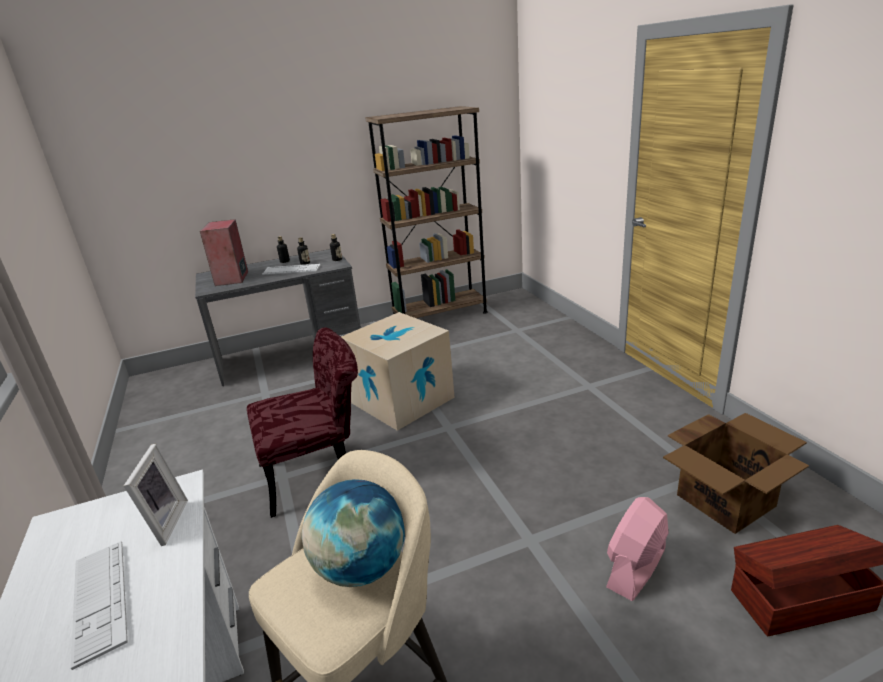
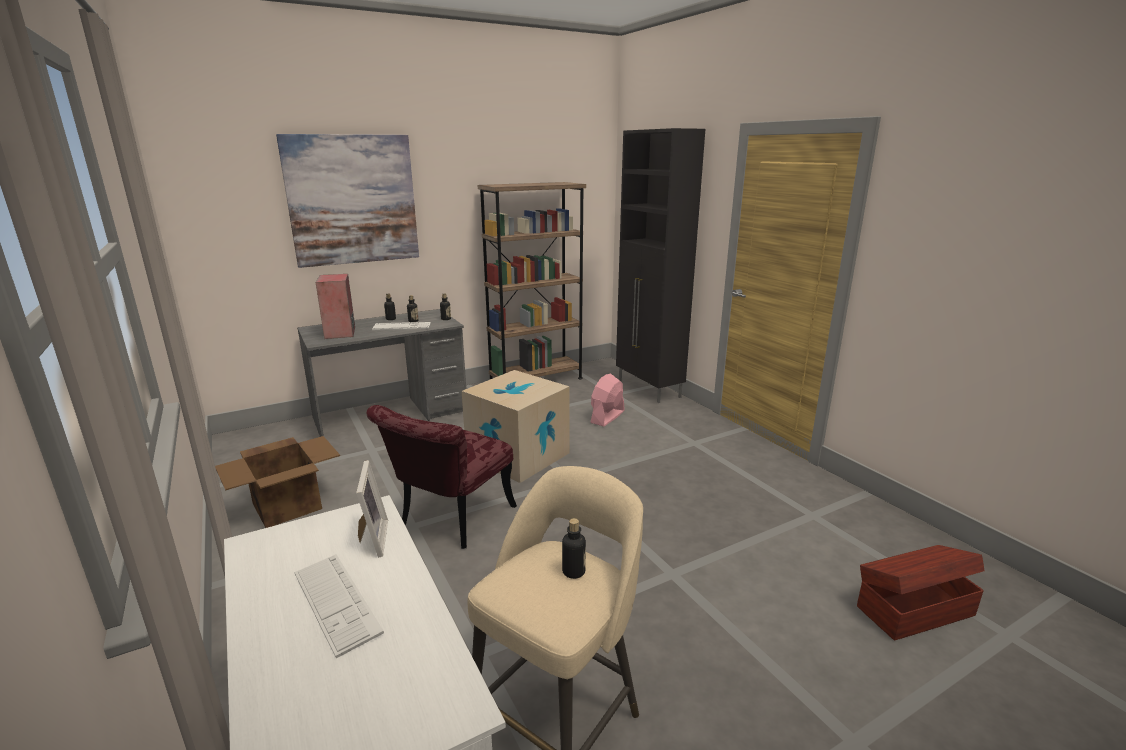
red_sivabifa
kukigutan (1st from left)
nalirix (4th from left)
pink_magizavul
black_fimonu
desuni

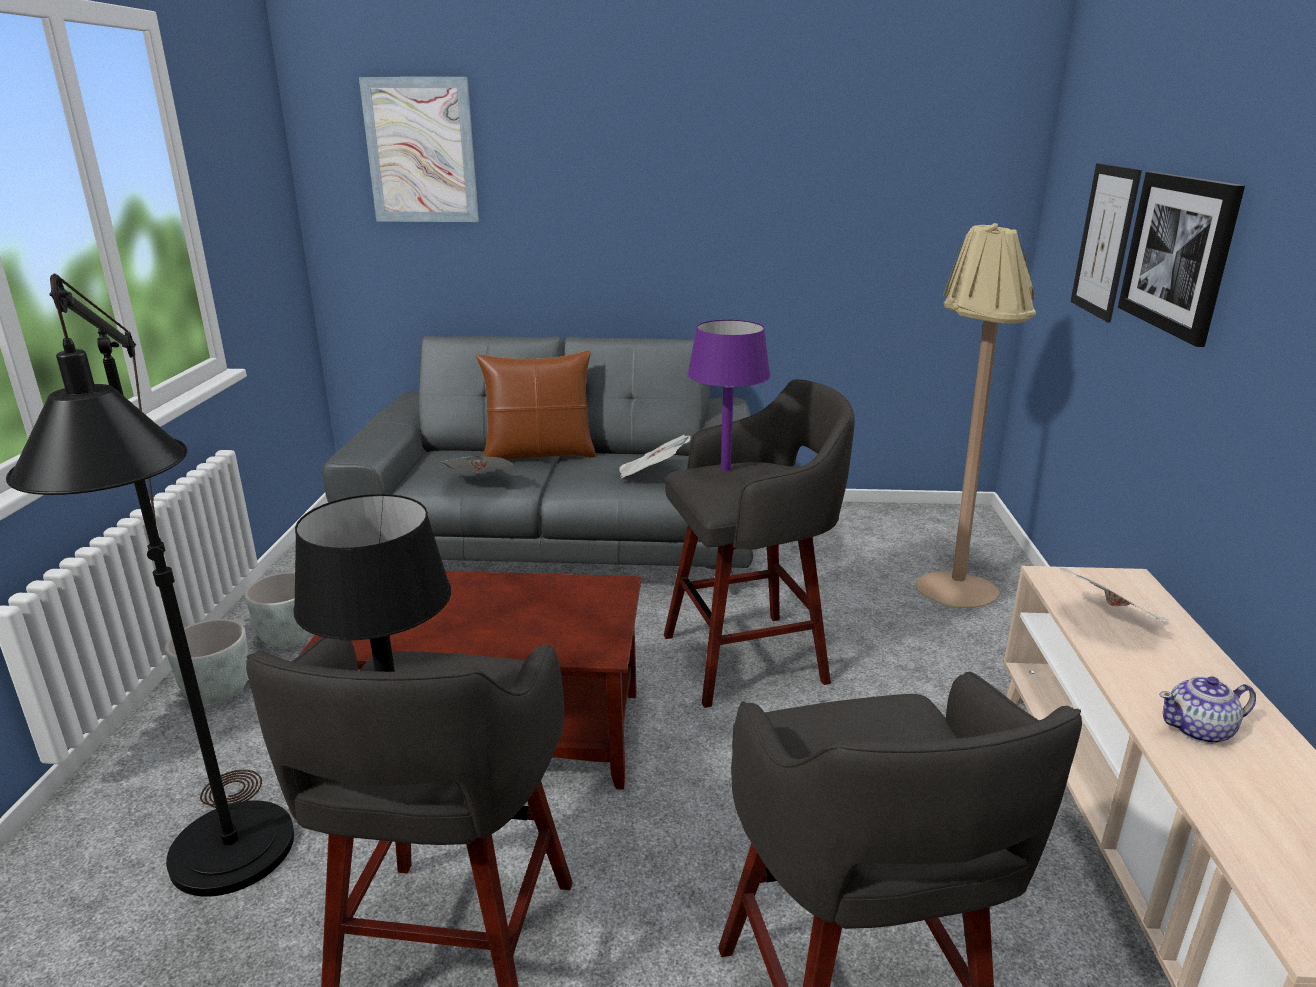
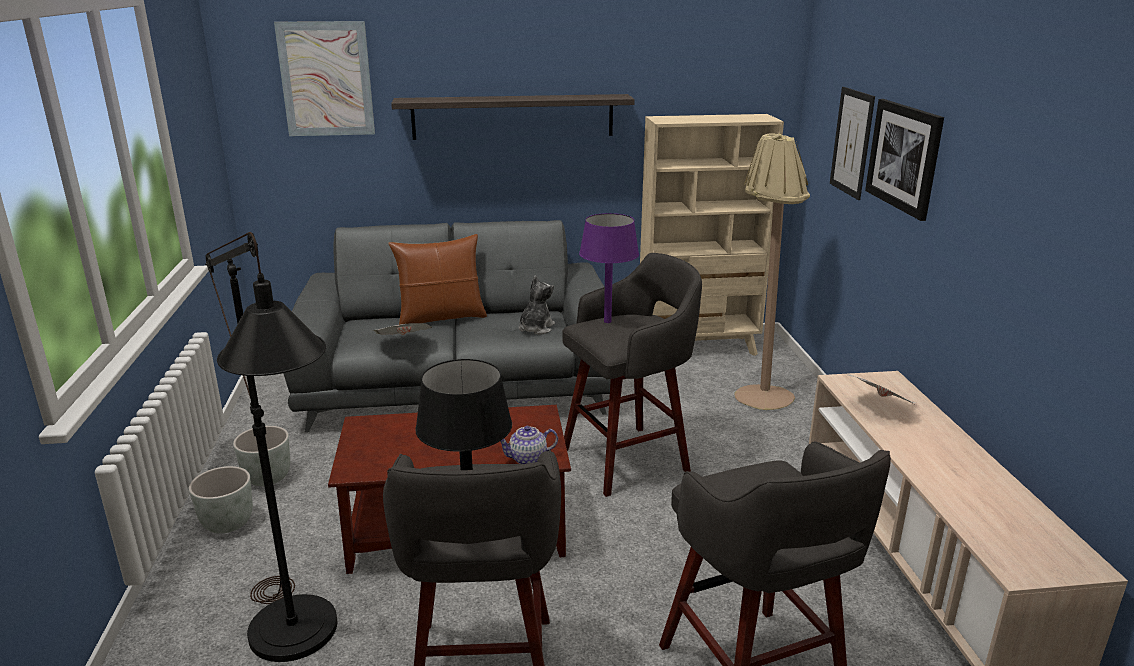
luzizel
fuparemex
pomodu
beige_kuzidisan

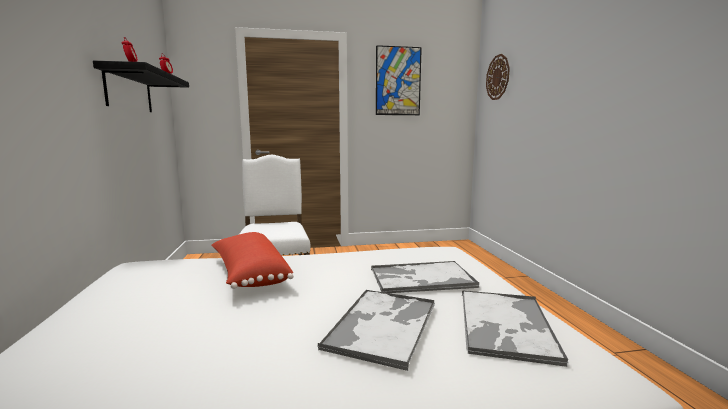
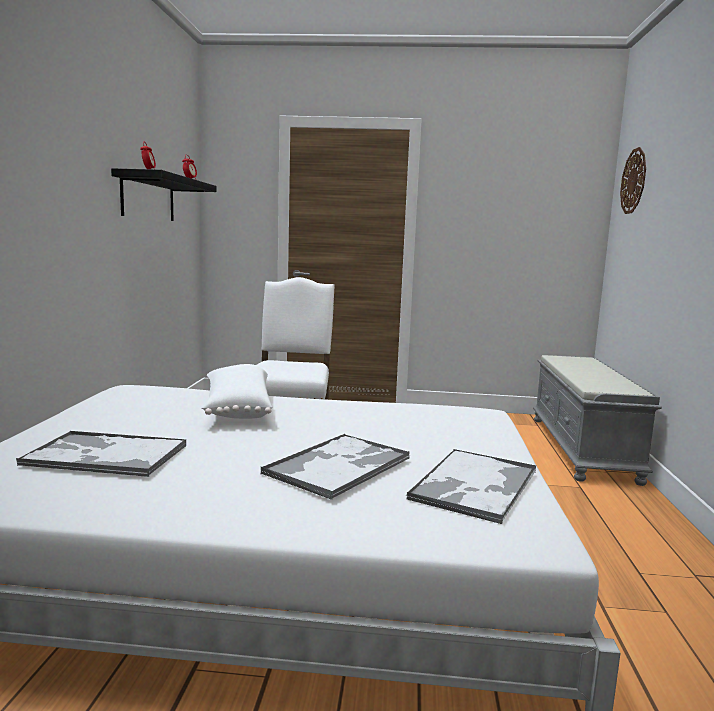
desuni
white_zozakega
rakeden (1st from left)
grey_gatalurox

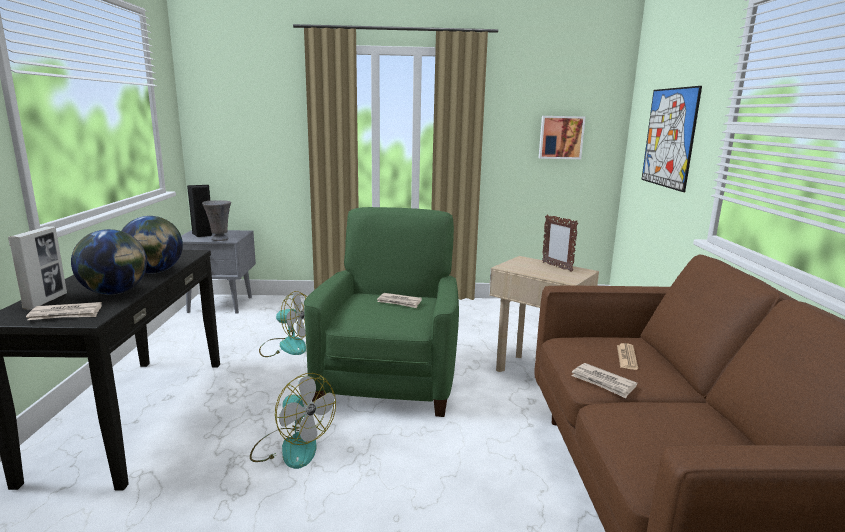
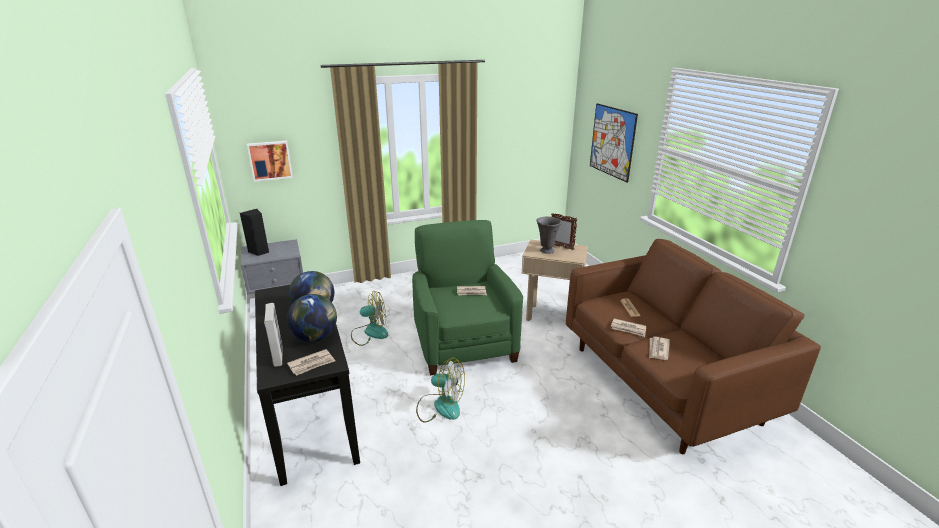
desuni (1st from left)
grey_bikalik
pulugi (5th from left)

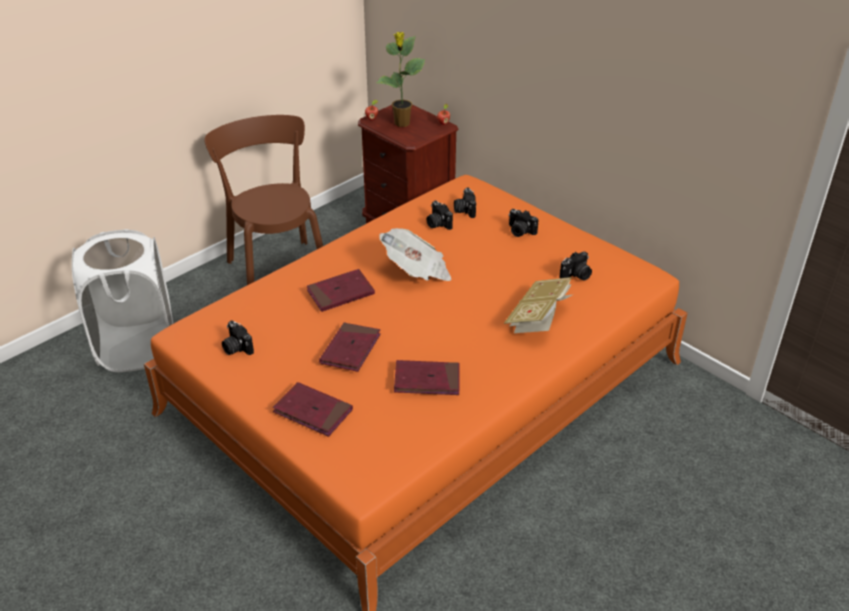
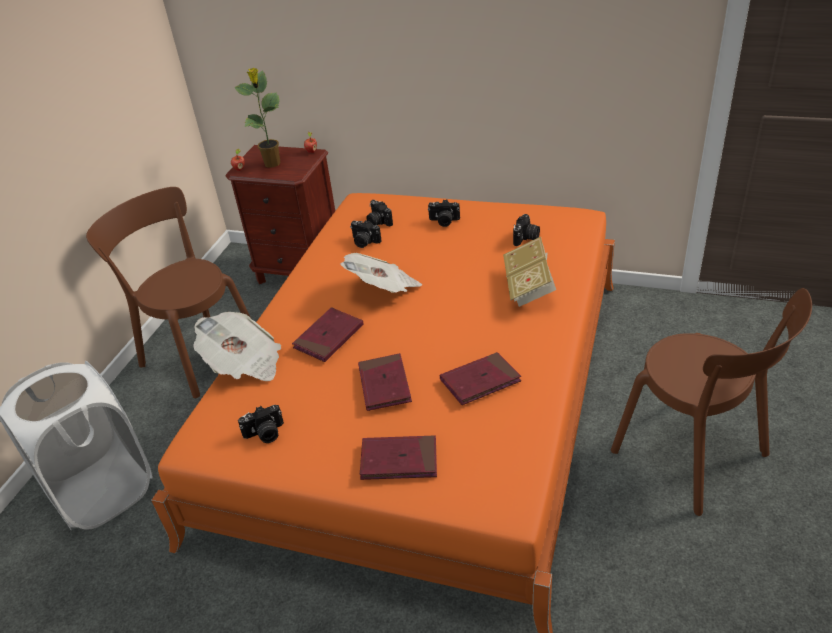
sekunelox (1st from left)
brown_sivabifa (2nd from left)
pulugi (1st from left)

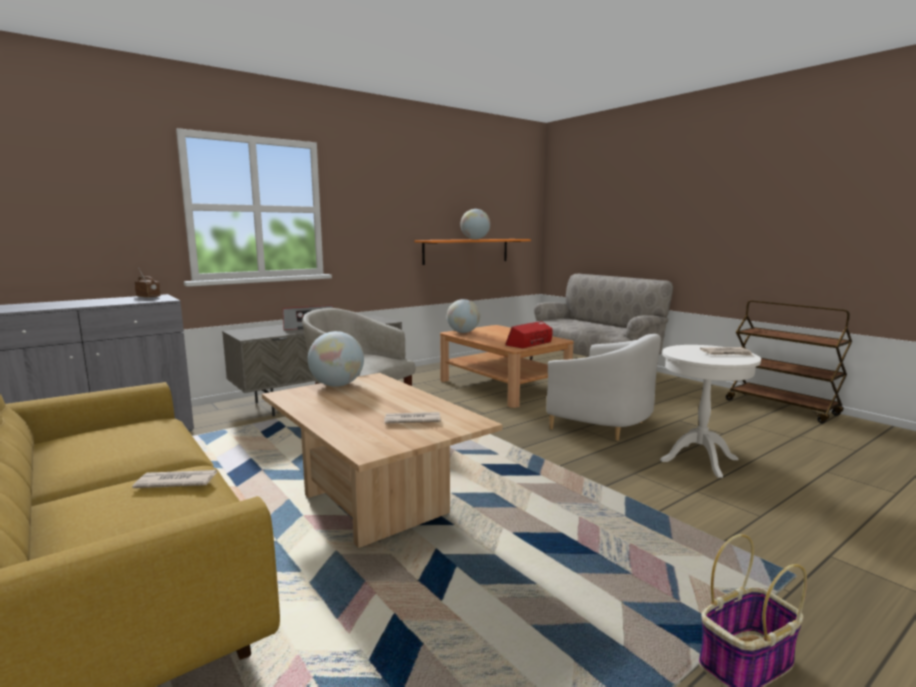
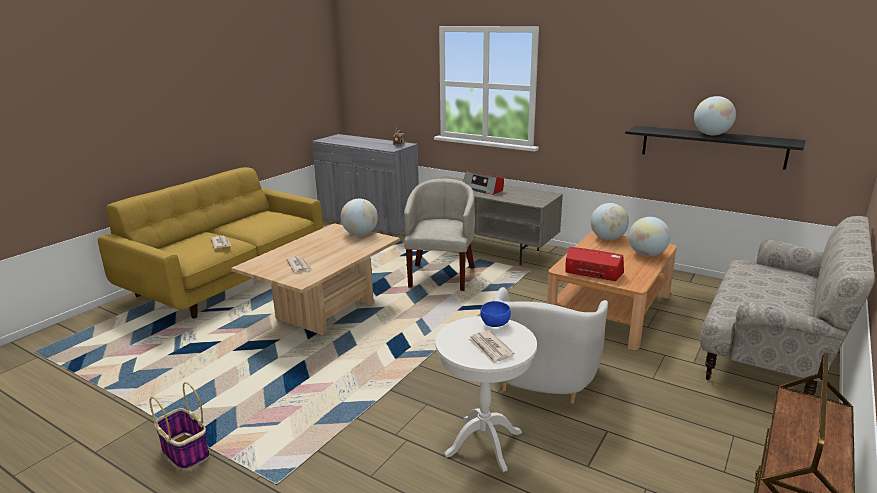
black_pomodu
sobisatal (3rd from left)
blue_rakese

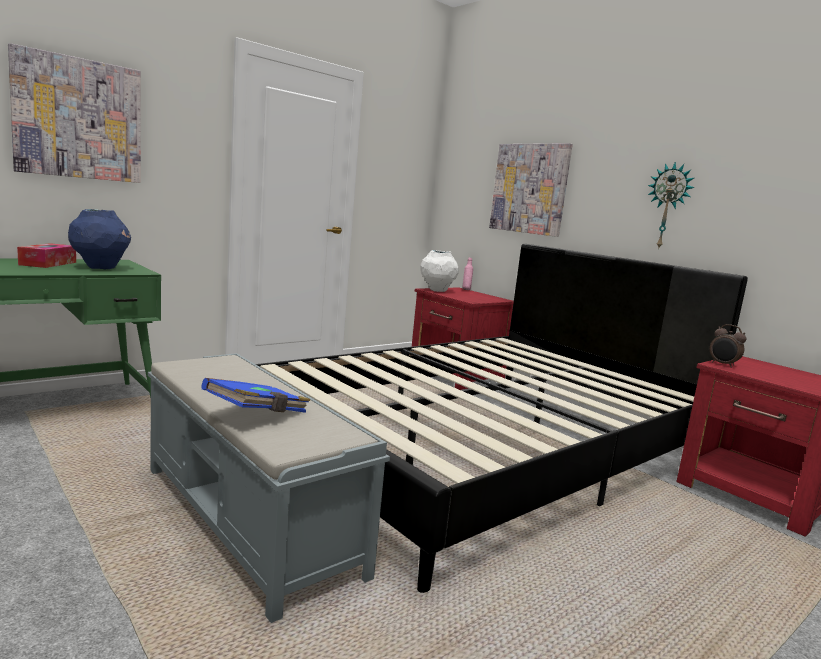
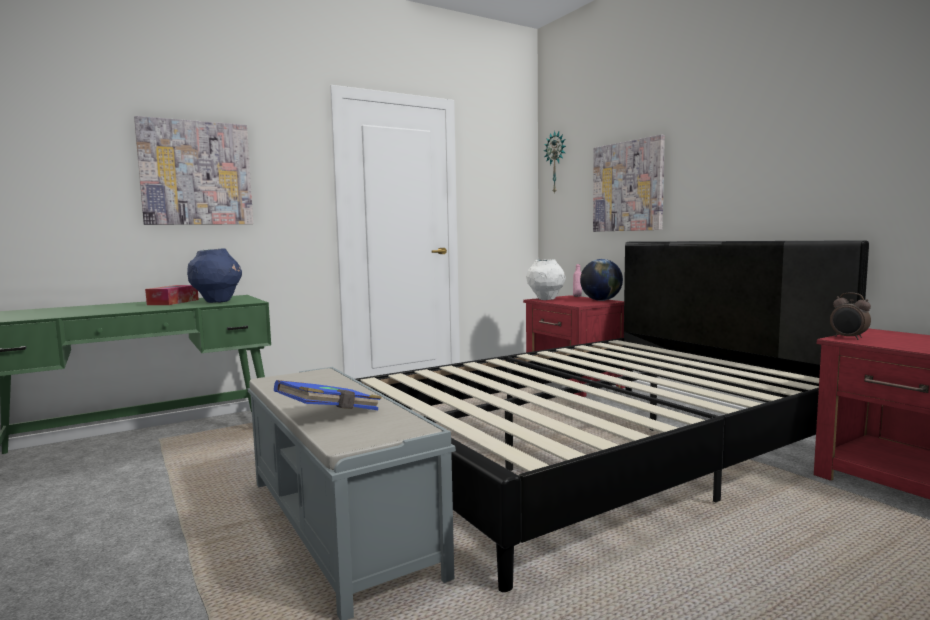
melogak
sobisatal

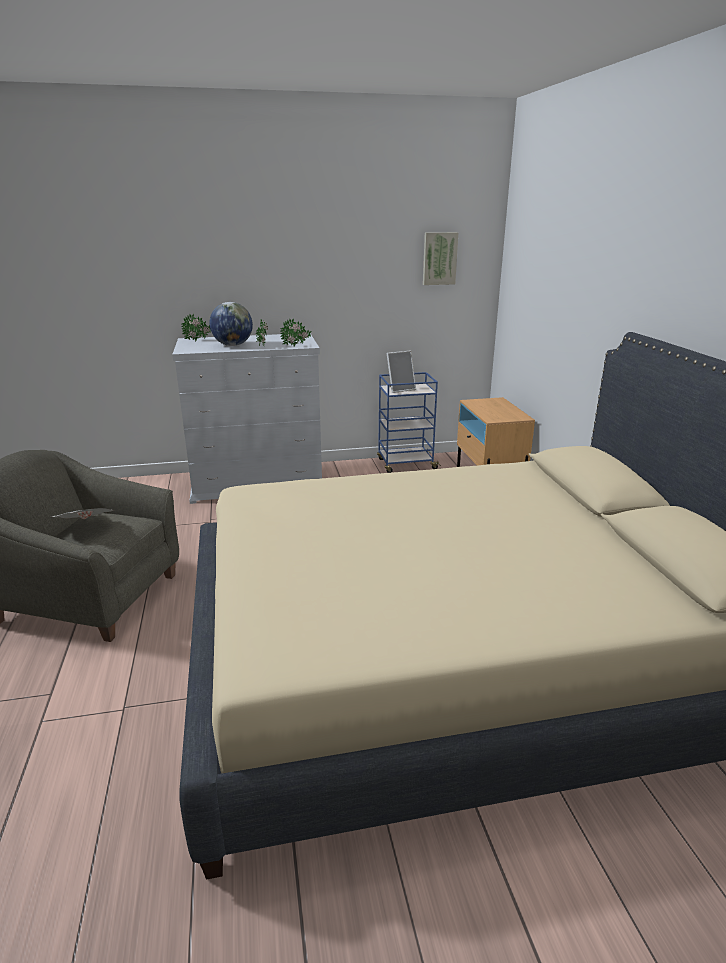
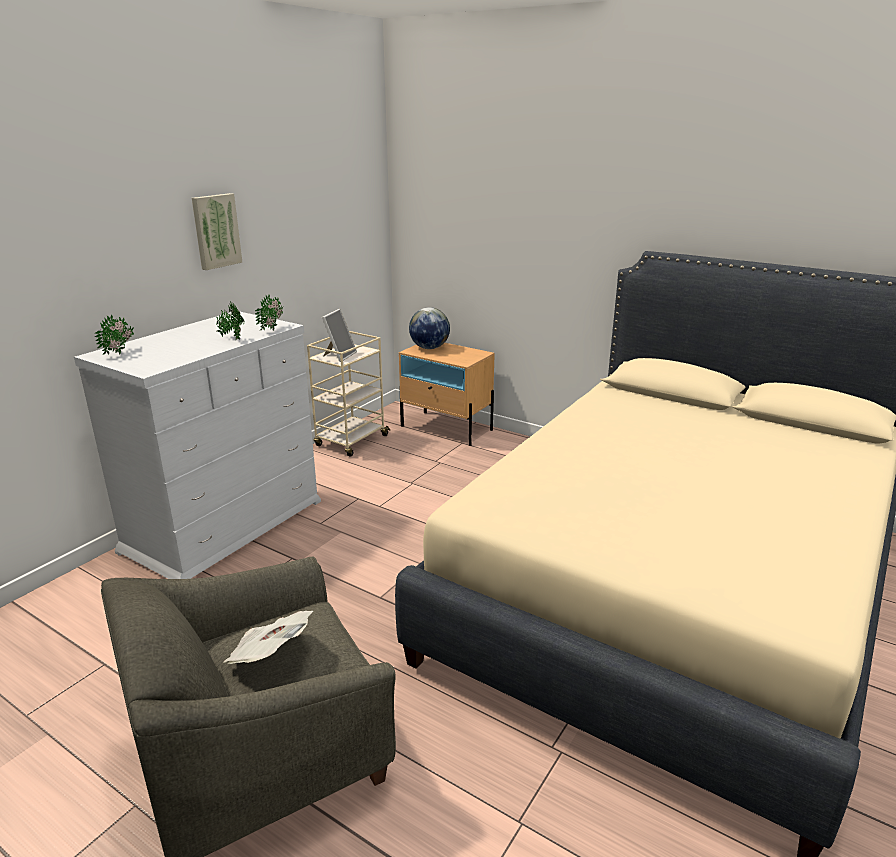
desuni
sobisatal
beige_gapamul

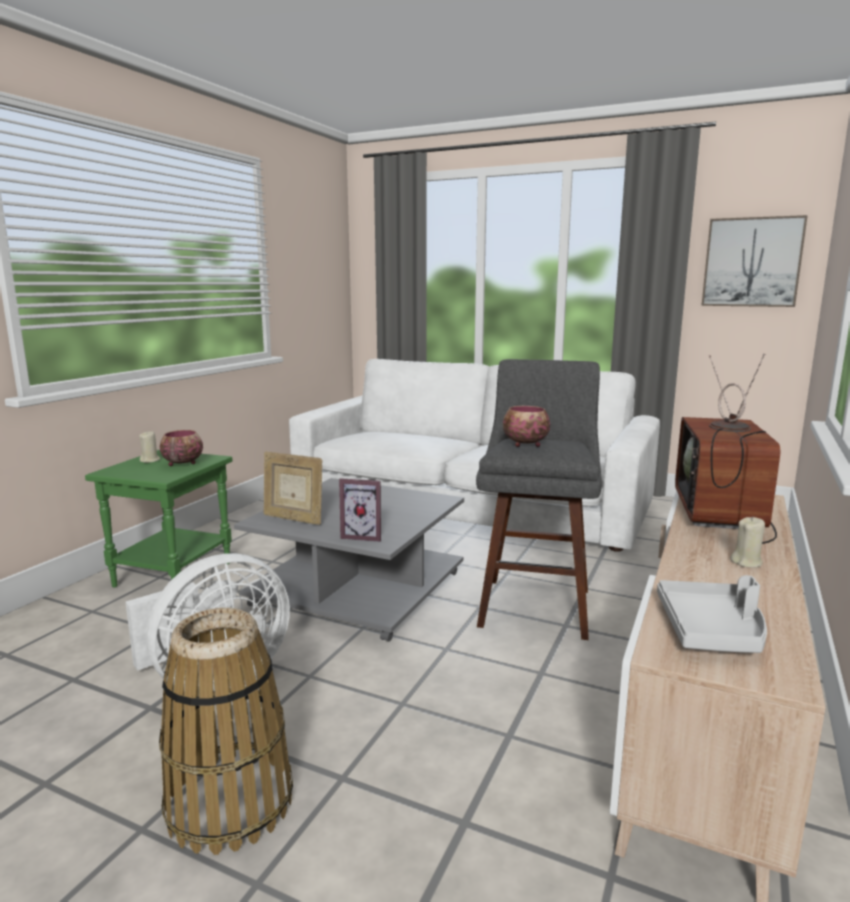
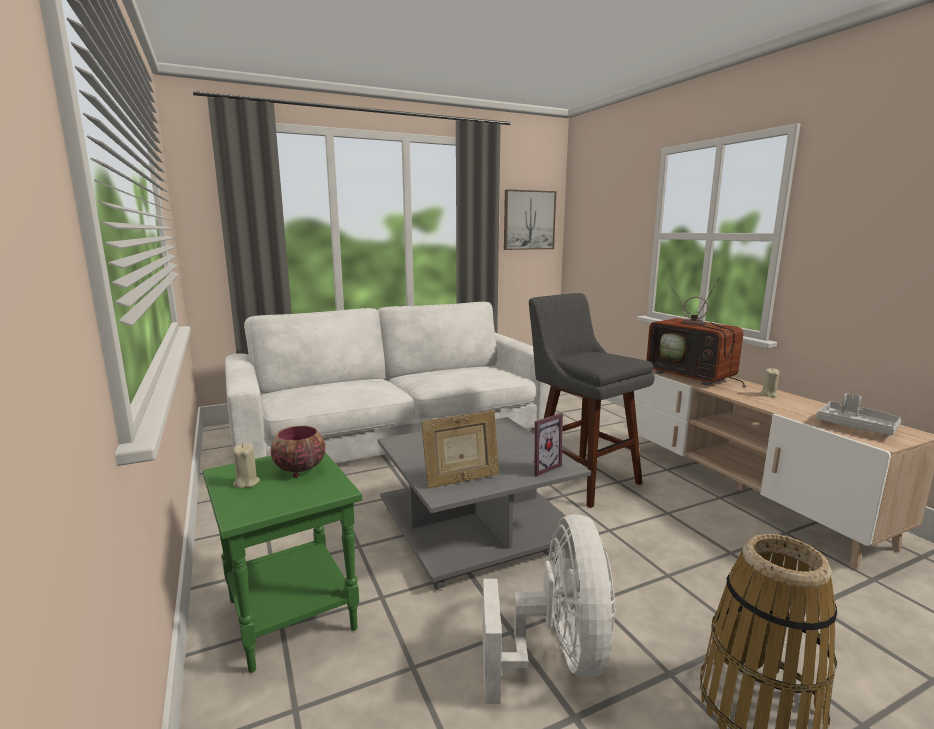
rakese (2nd from left in the first image)

